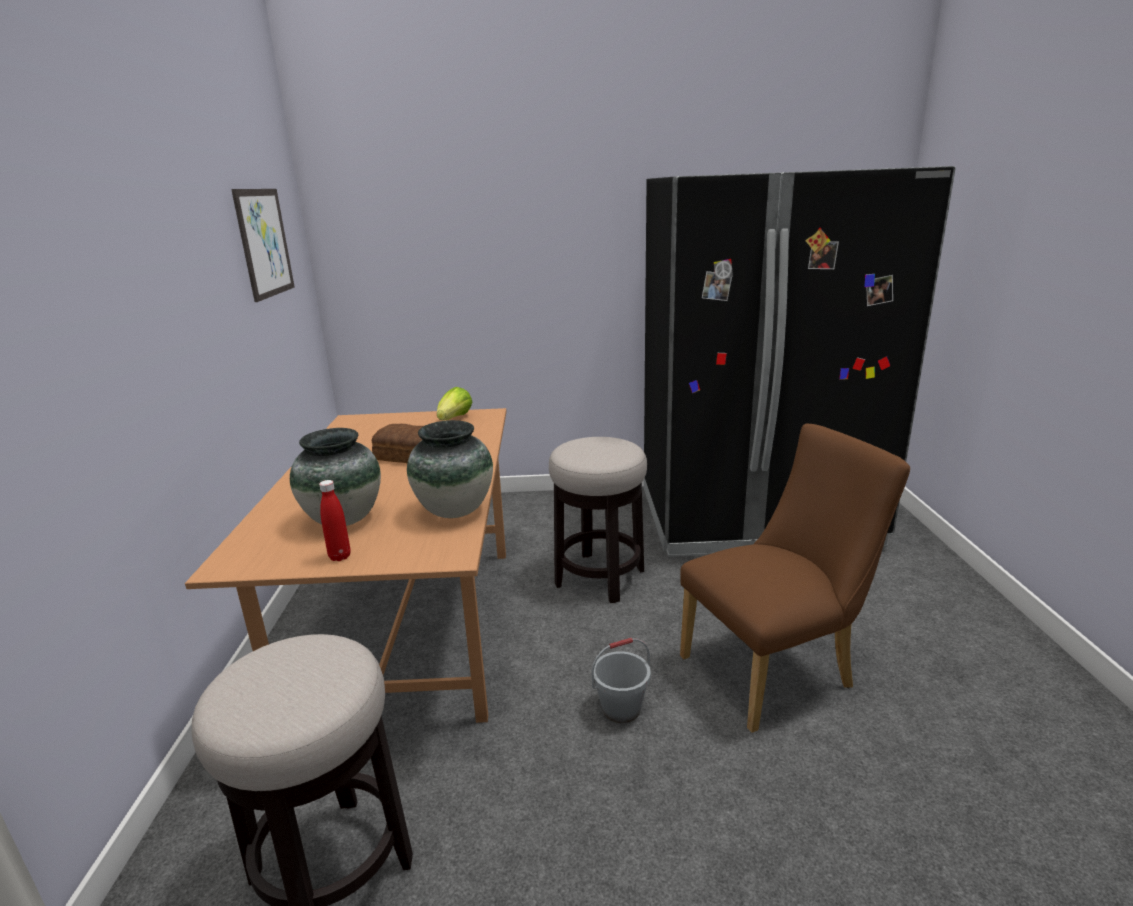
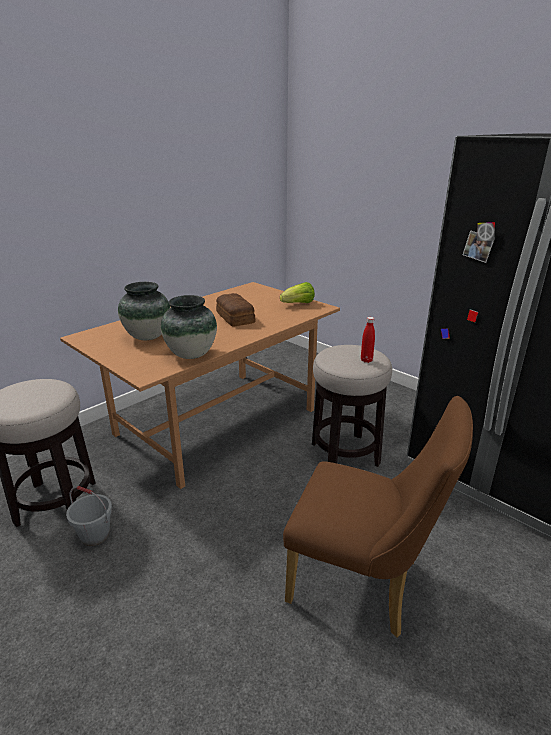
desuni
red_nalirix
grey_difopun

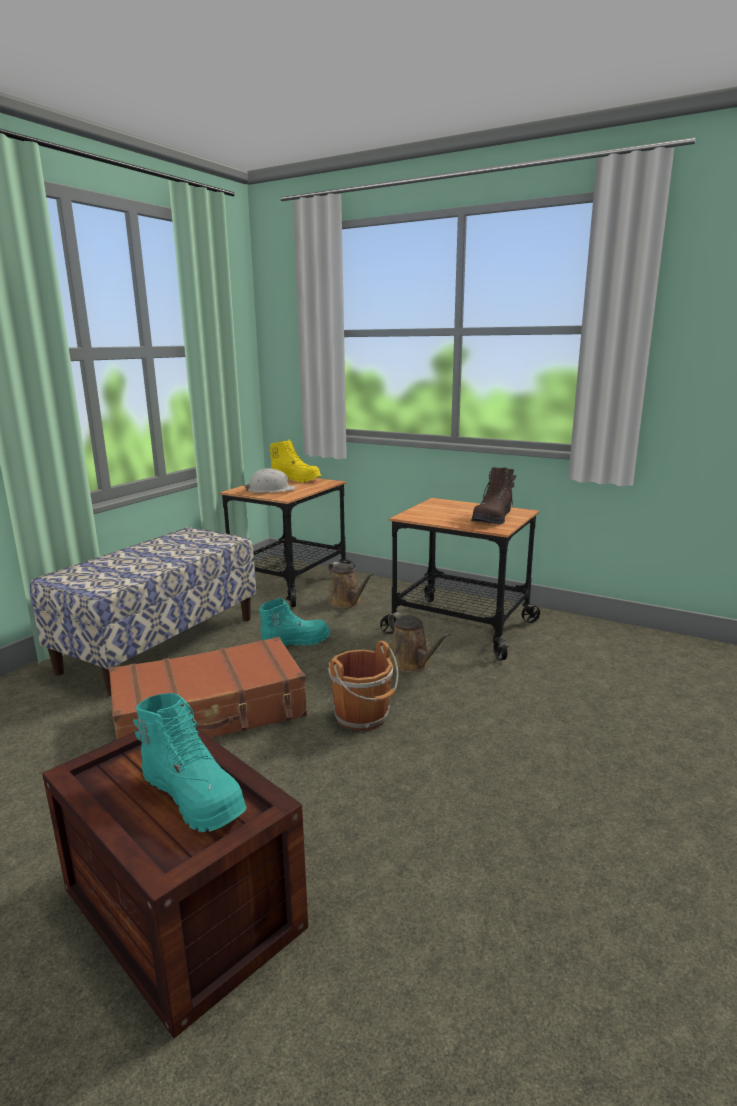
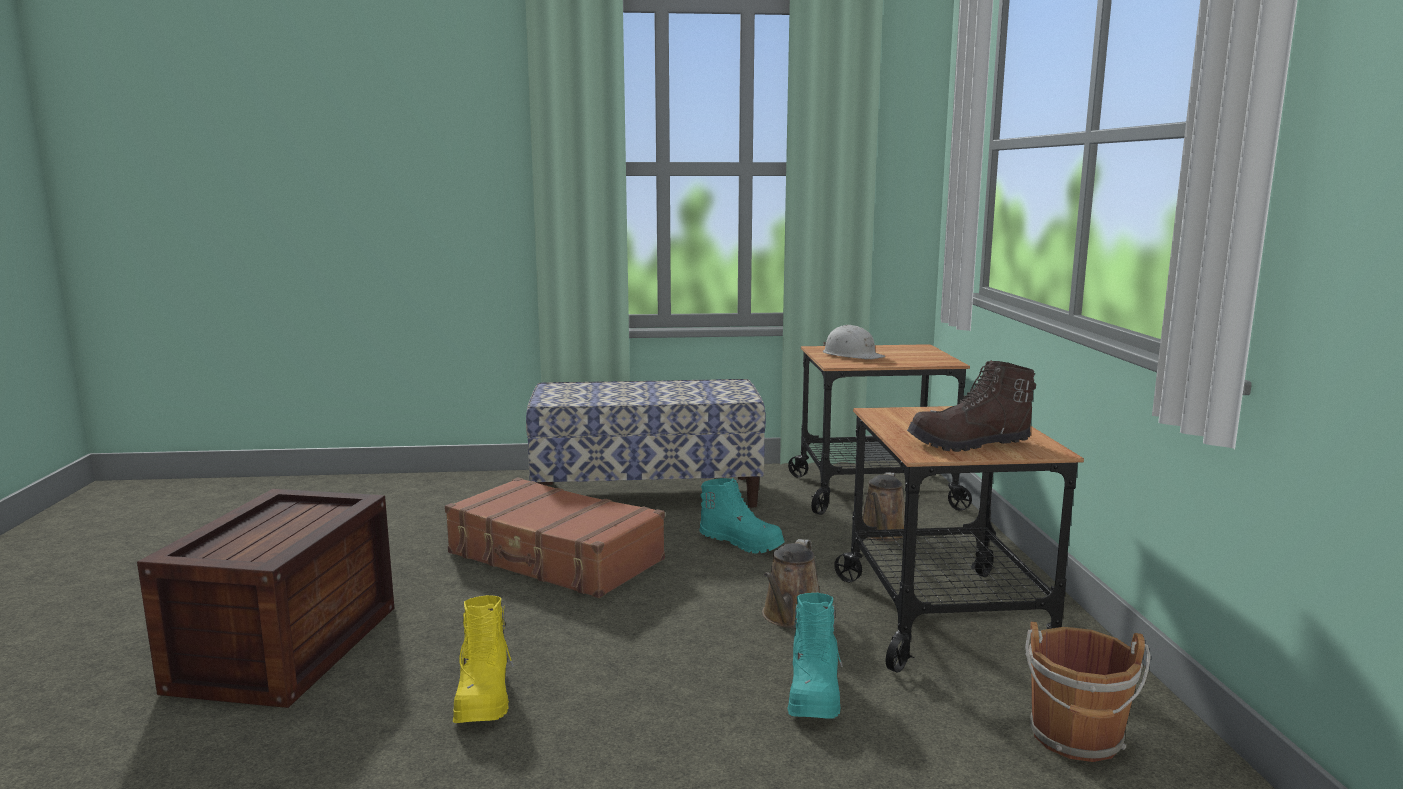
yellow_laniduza
brown_difopun
turquoise_laniduza (2nd from left)

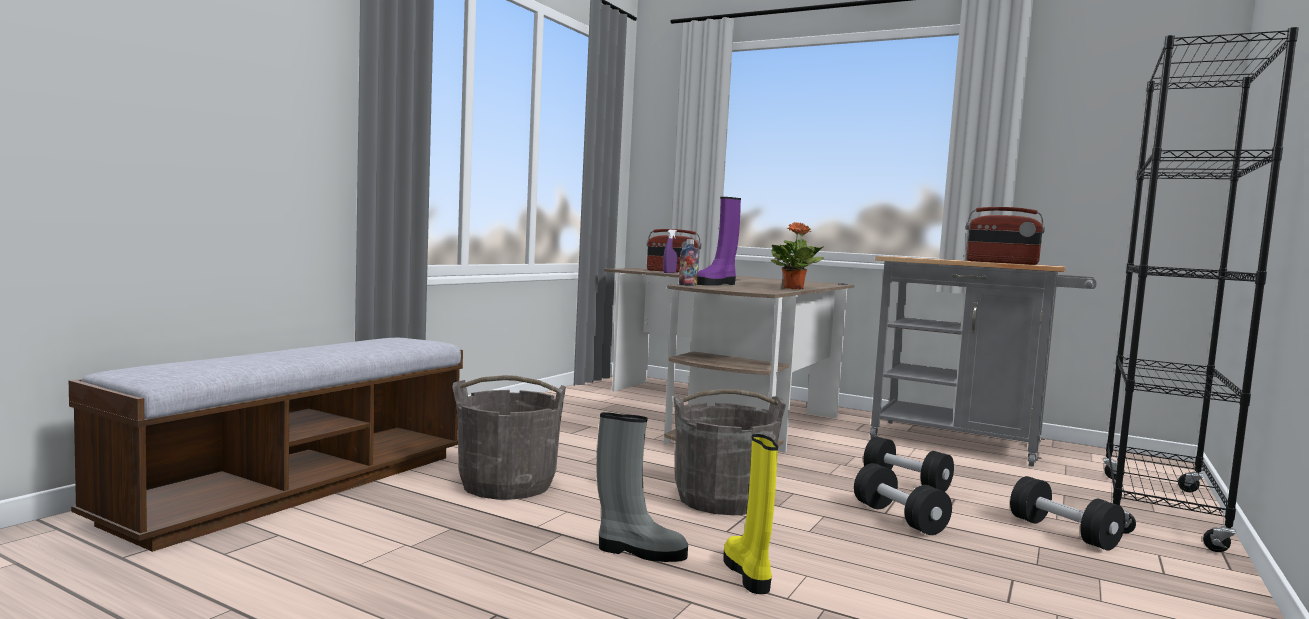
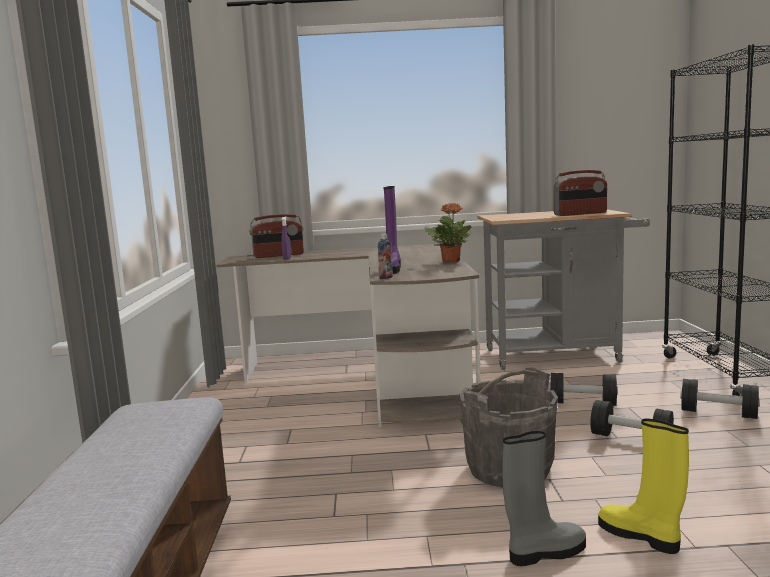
grey_difopun (1st from left in the first image)

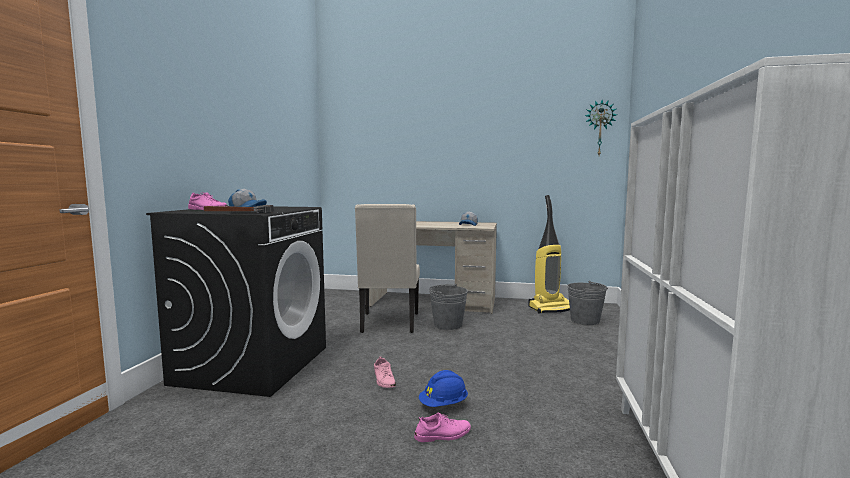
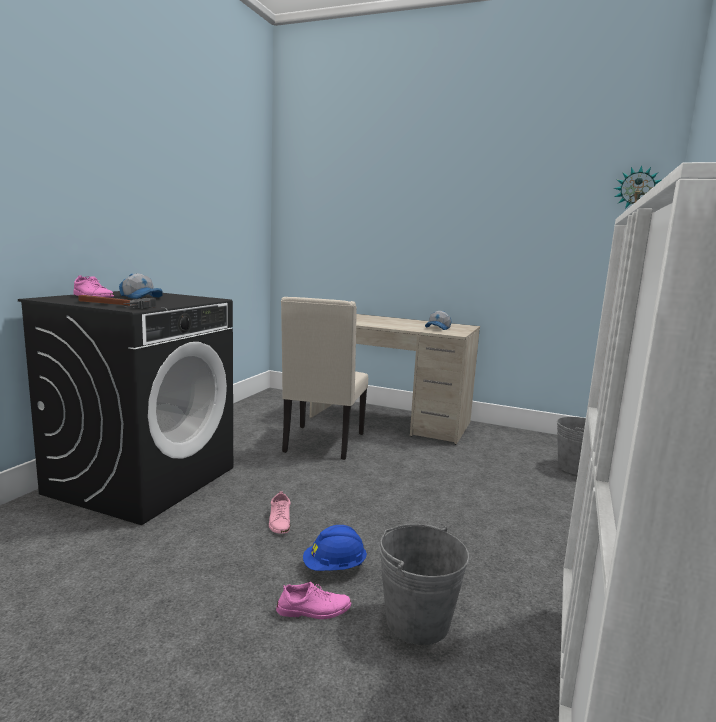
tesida
grey_difopun (1st from left)

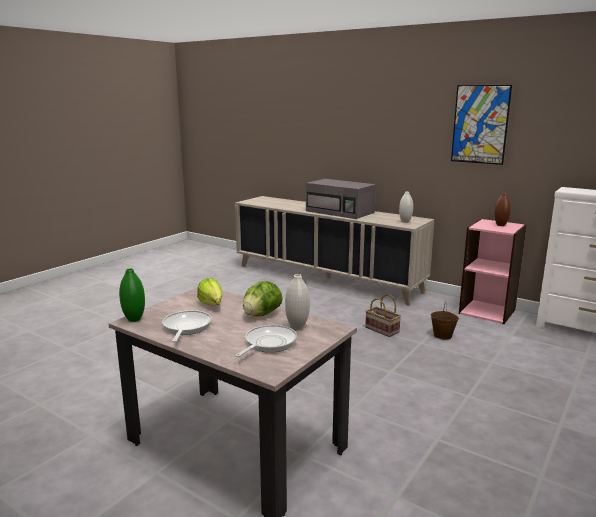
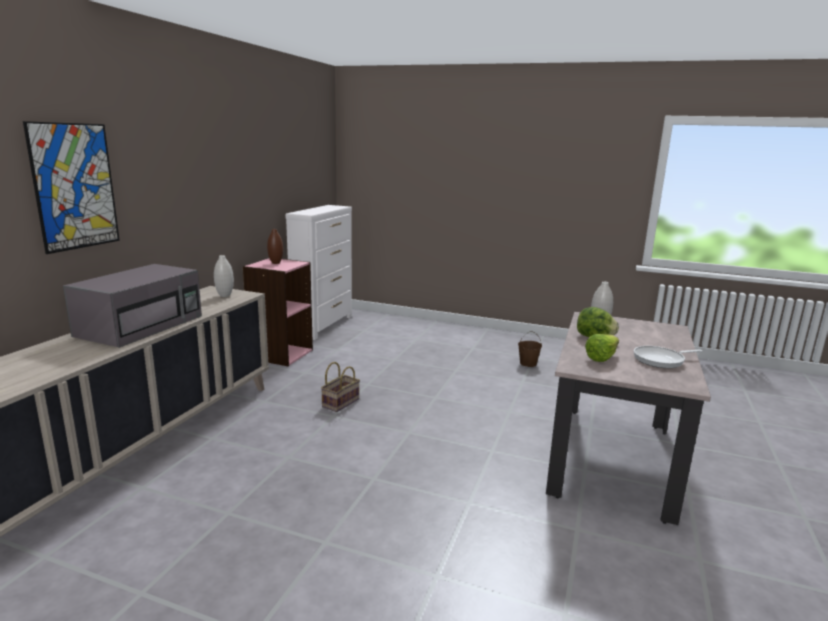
desuni
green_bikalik
brown_difopun
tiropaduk (2nd from left in the first image)

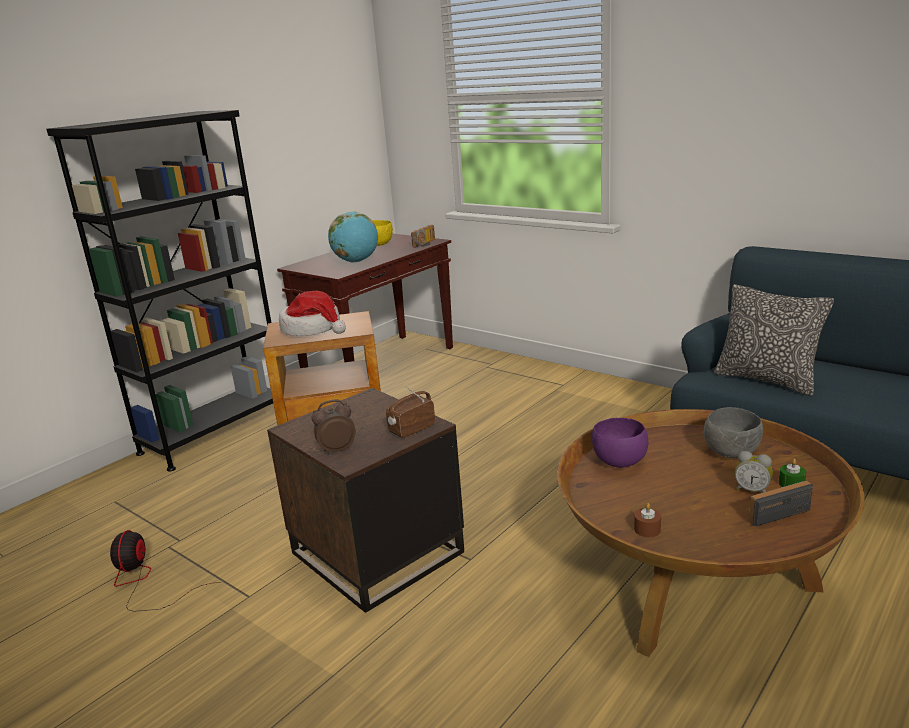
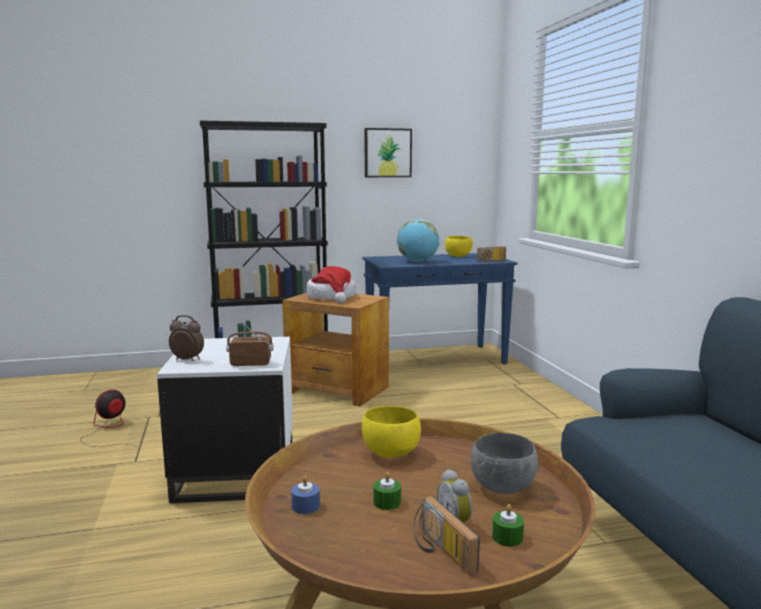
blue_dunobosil
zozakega
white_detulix
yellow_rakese (1st from left)
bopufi (2nd from left)
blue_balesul
desuni
green_balesul (1st from left)

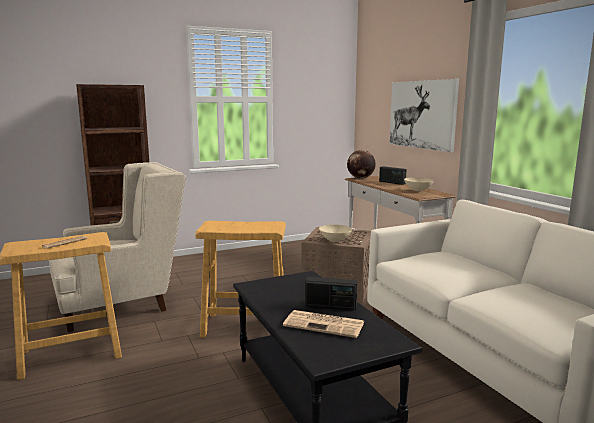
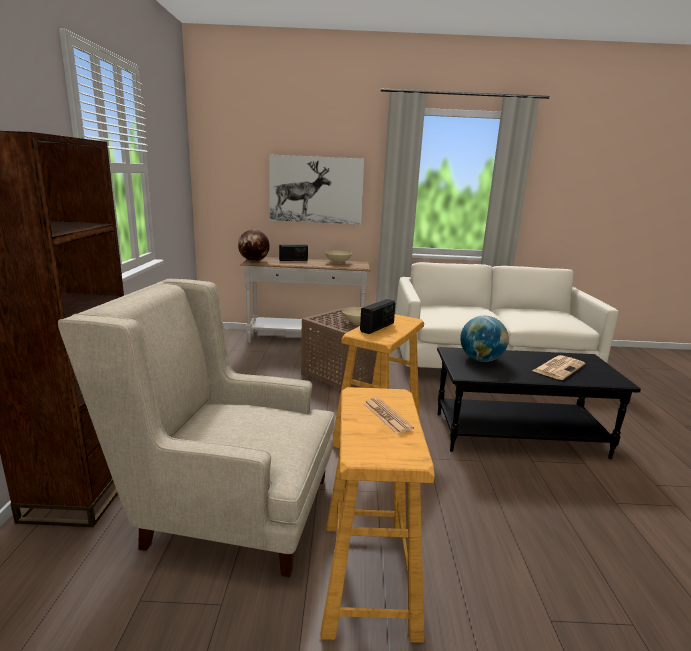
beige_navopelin
bopufi (2nd from left)
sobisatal (2nd from left)

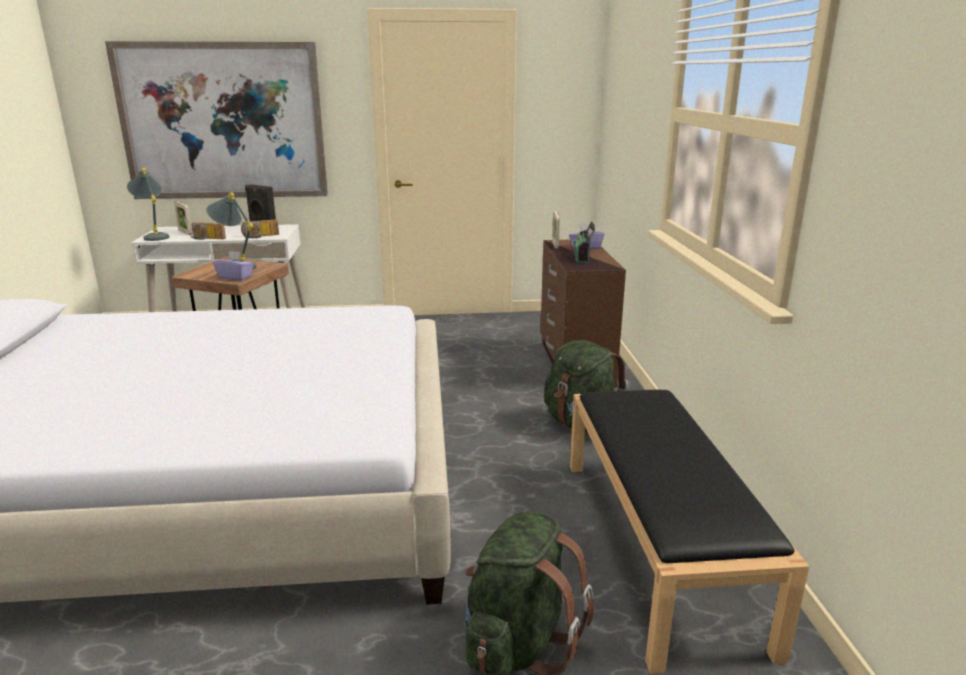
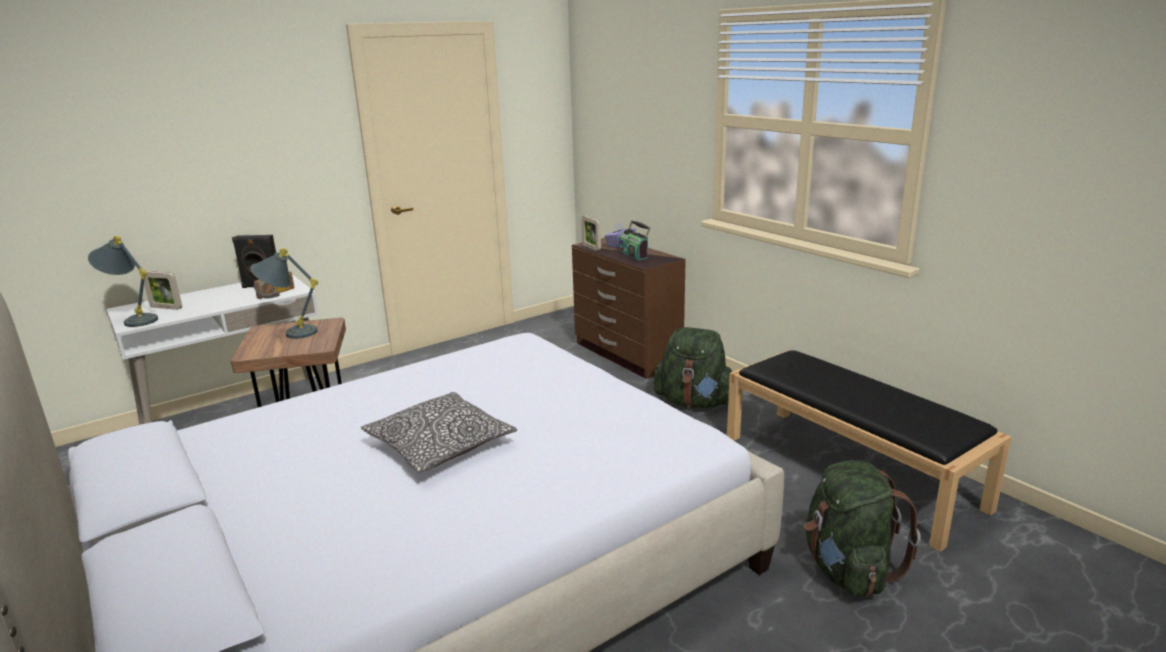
desuni
bopufi (1st from left in the first image)
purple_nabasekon (1st from left in the first image)
zozakega

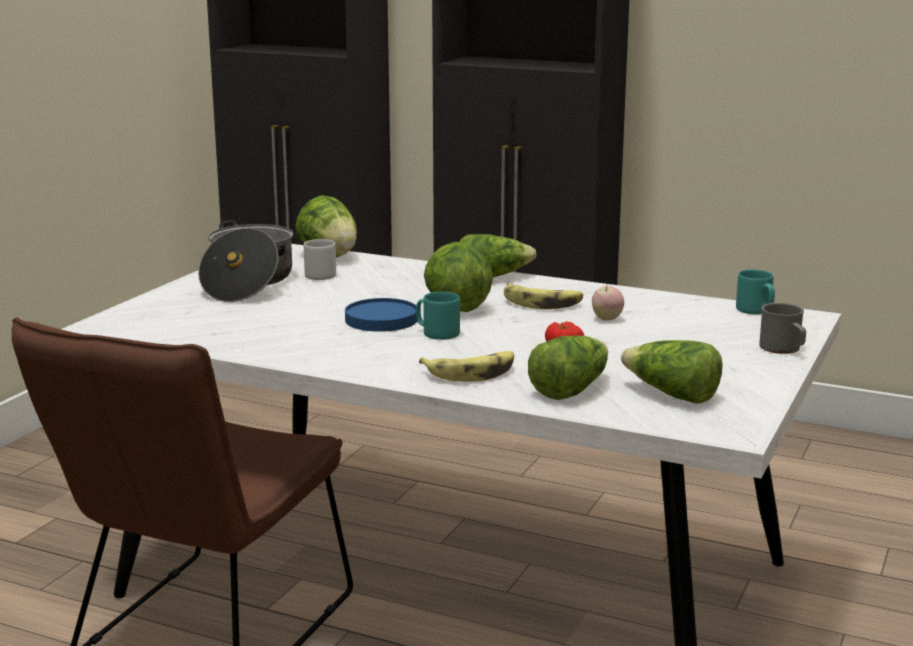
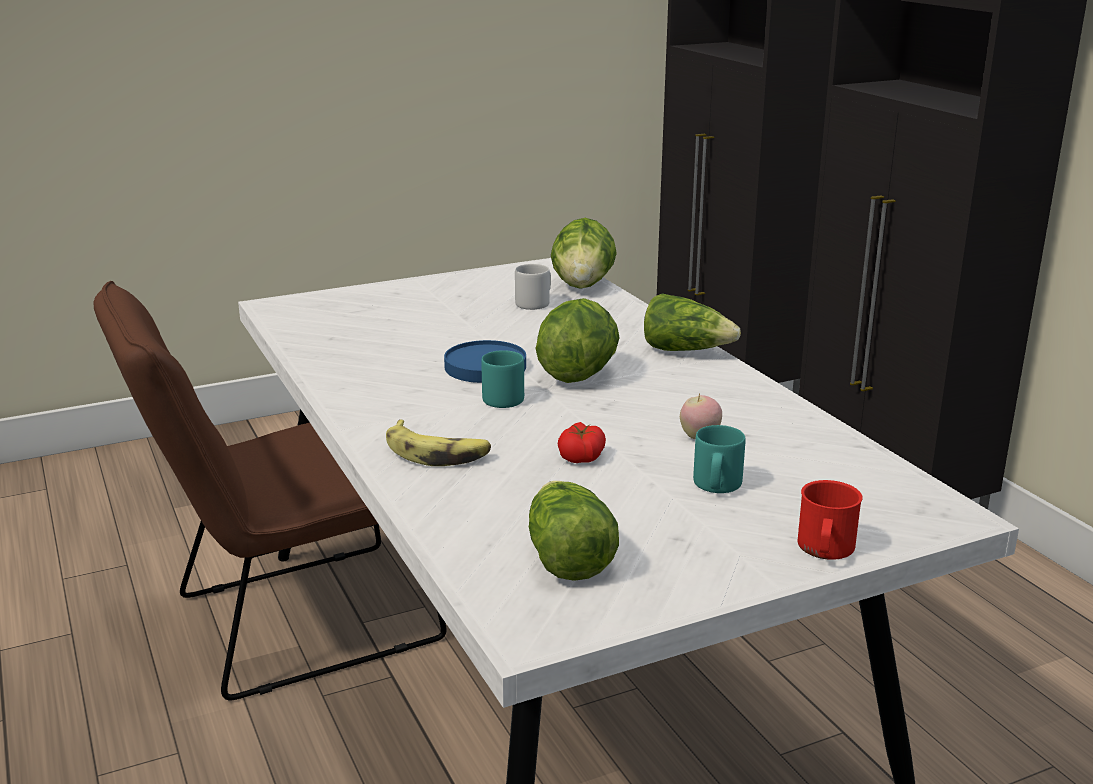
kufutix
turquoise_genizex (2nd from left)
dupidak (2nd from left in the first image)
red_genizex
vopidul (4th from left in the first image)

